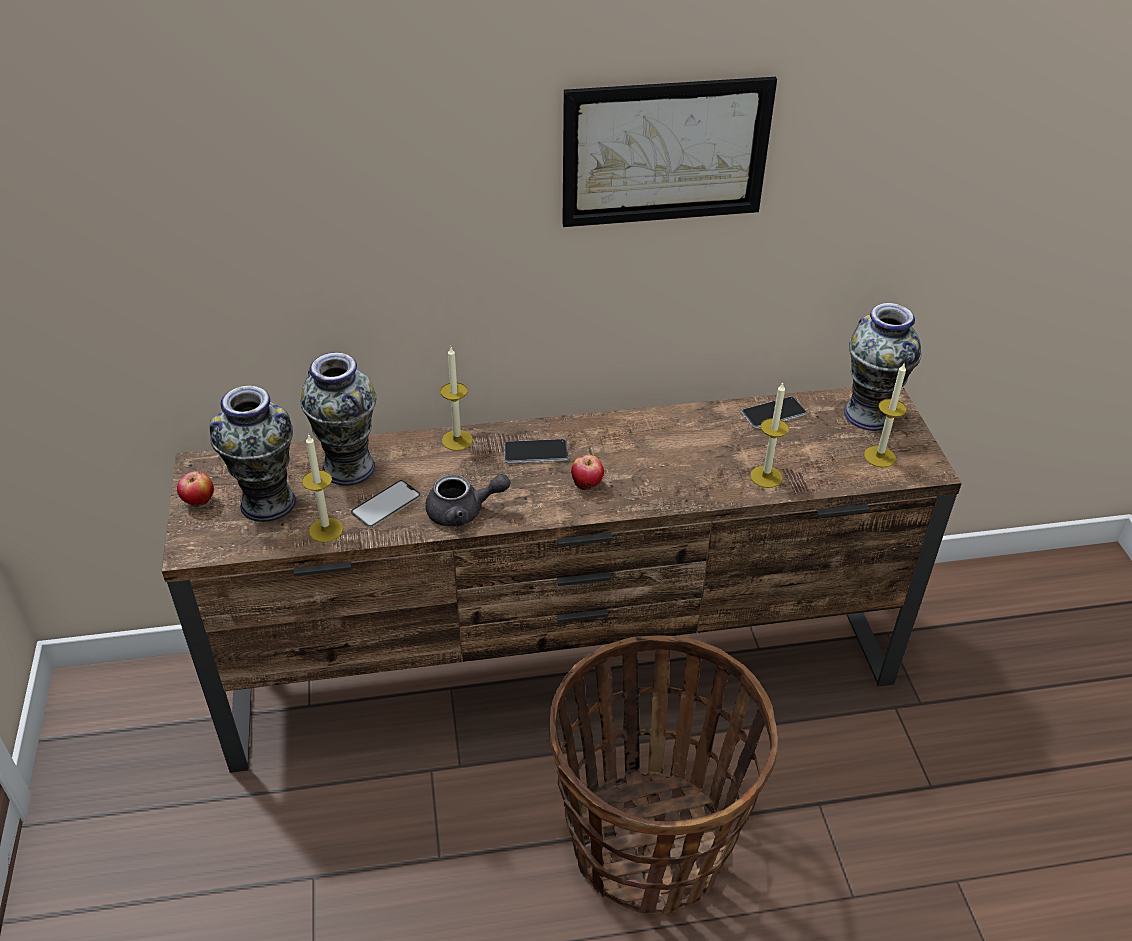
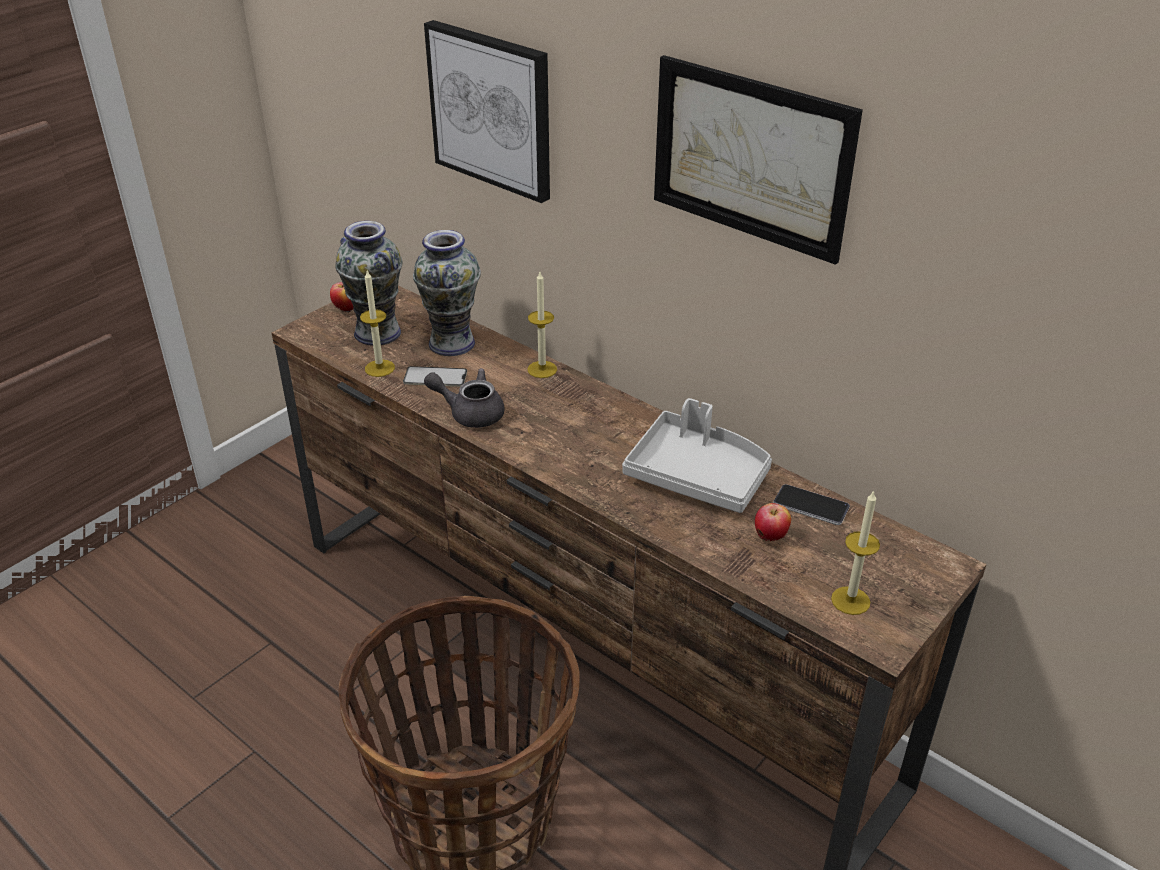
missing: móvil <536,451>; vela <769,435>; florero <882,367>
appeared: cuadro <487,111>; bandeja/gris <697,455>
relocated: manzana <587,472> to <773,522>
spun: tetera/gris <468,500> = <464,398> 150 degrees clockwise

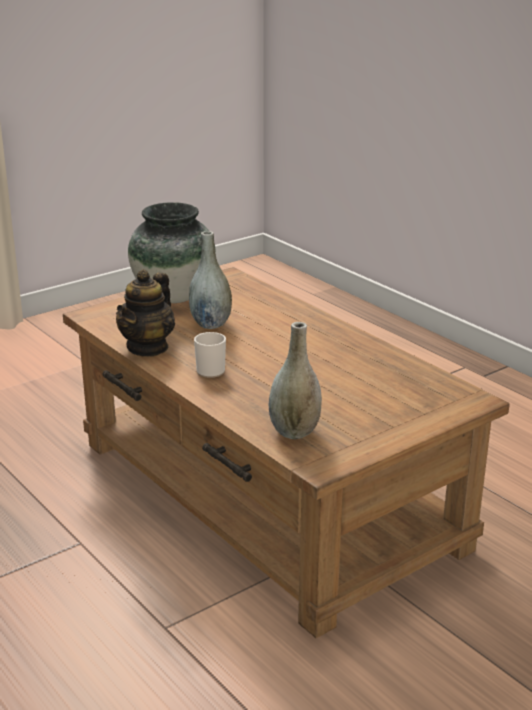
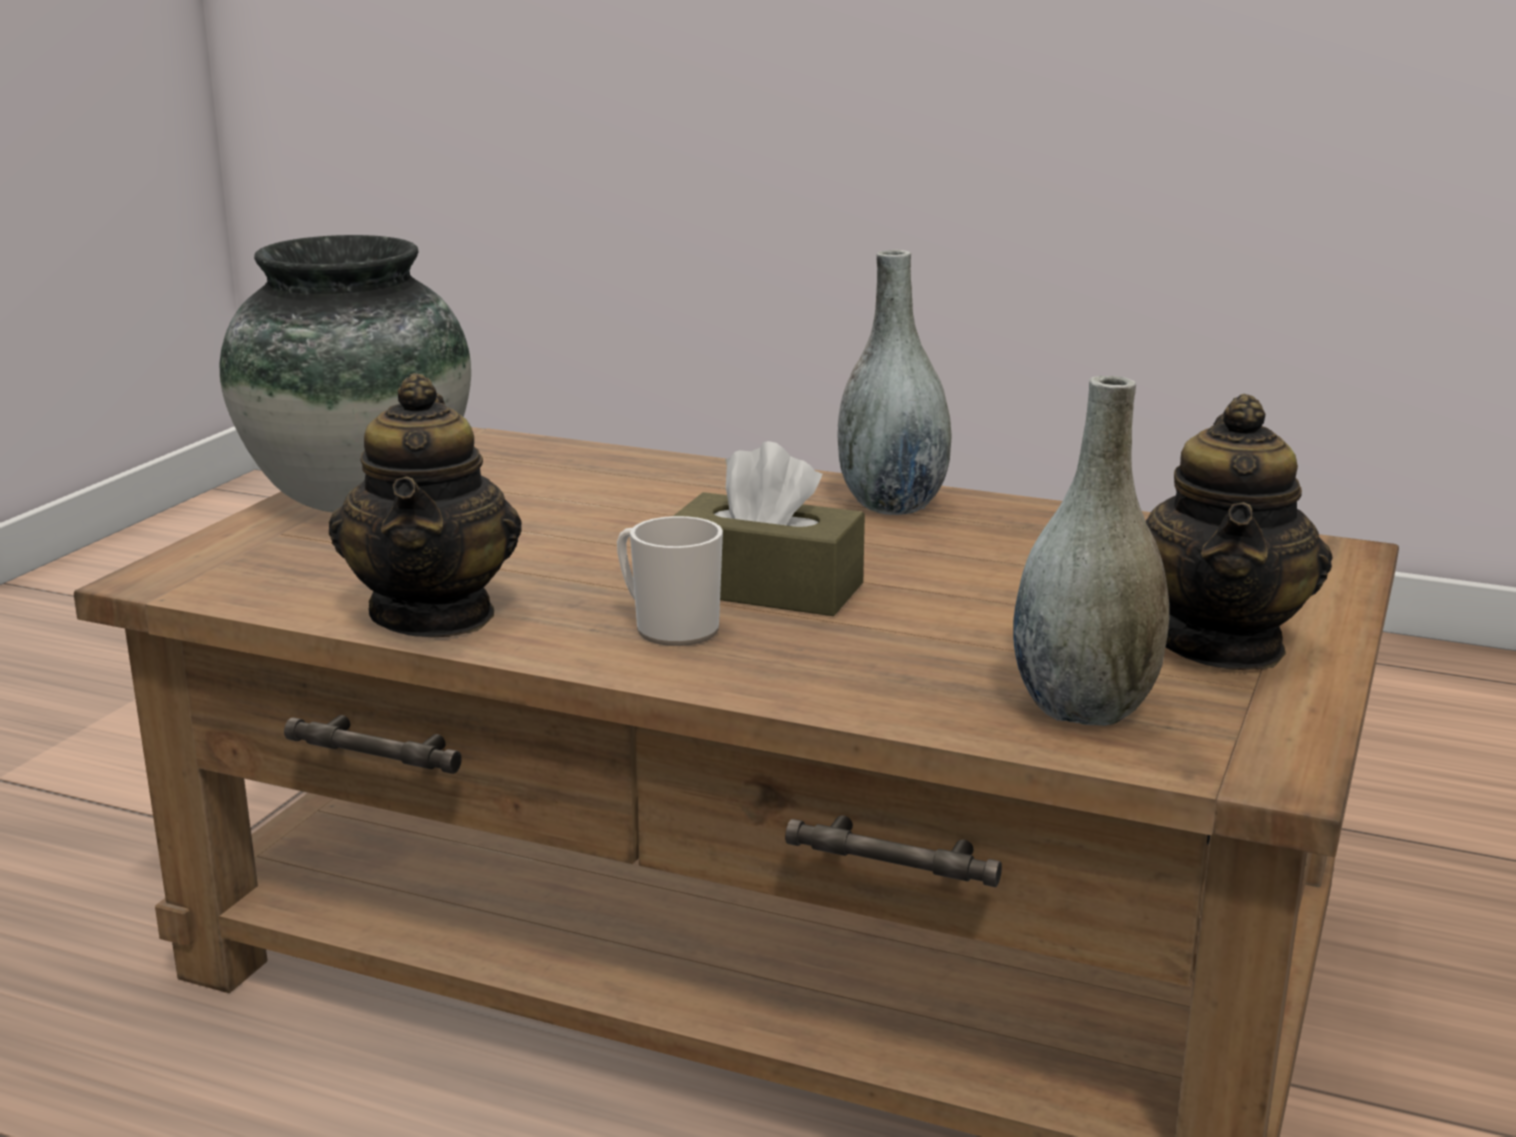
appeared: caja de pañuelos/marrón <769,528>; tetera <1239,532>
relocated: florero/gris <210,280> to <894,382>

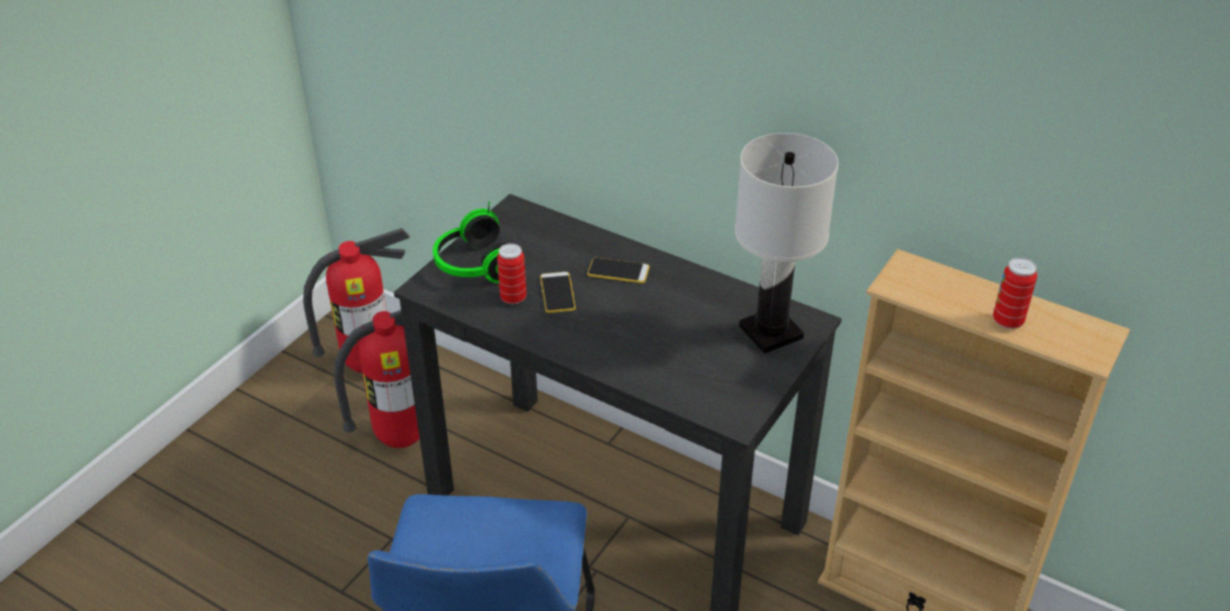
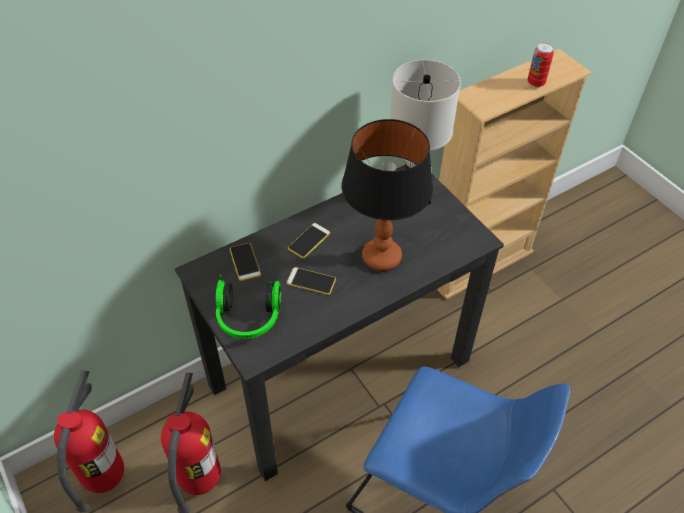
missing: lata <511,273>
appeared: móvil <245,262>; lámpara de mesa <387,195>

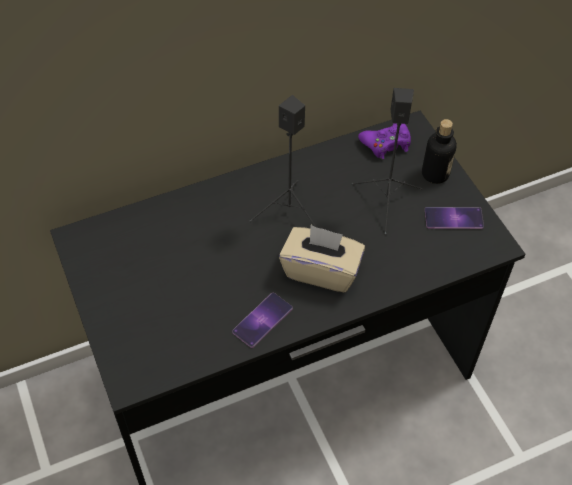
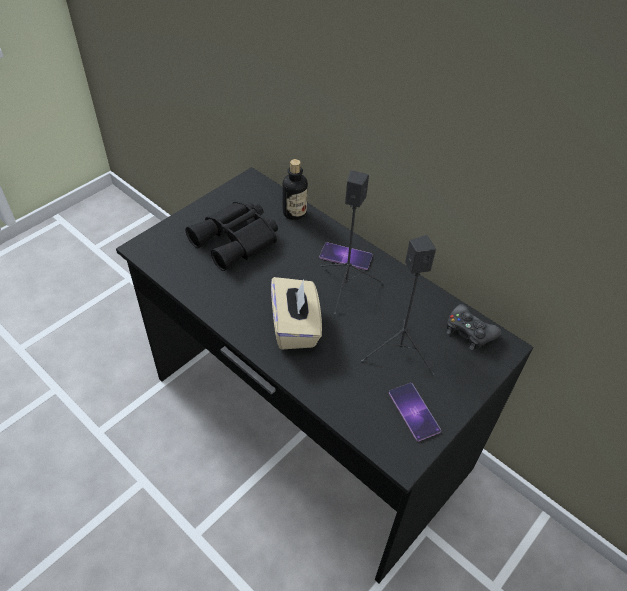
appeared: prismáticos/negro <232,236>
relocated: móvil <262,320> to <346,256>; botella <439,151> to <295,189>
colour: mando de consola/morado <384,141> to mando de consola/negro <474,327>

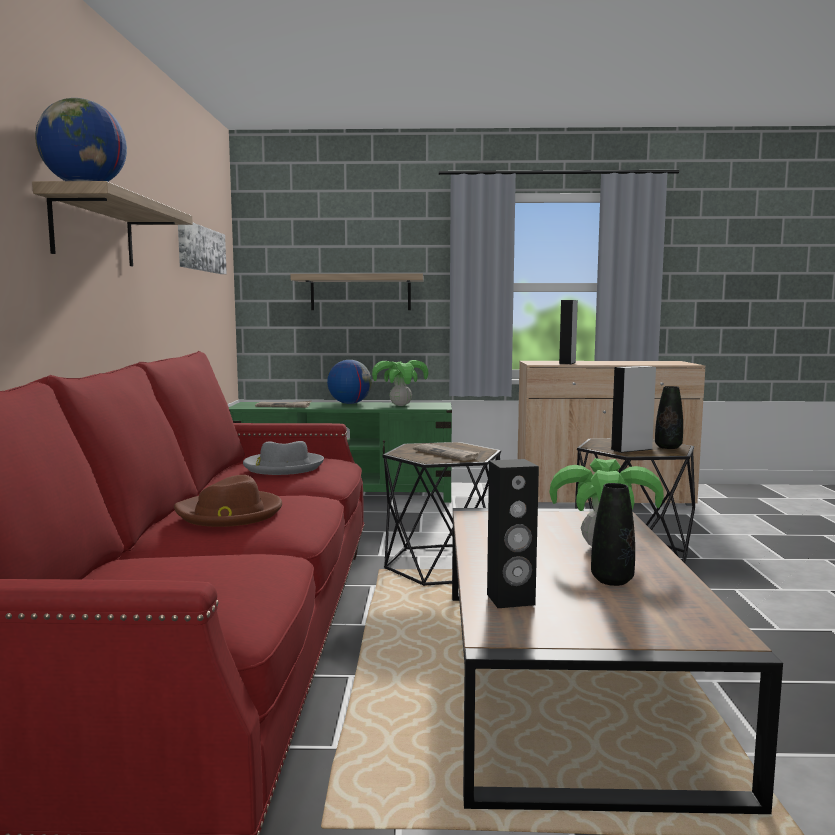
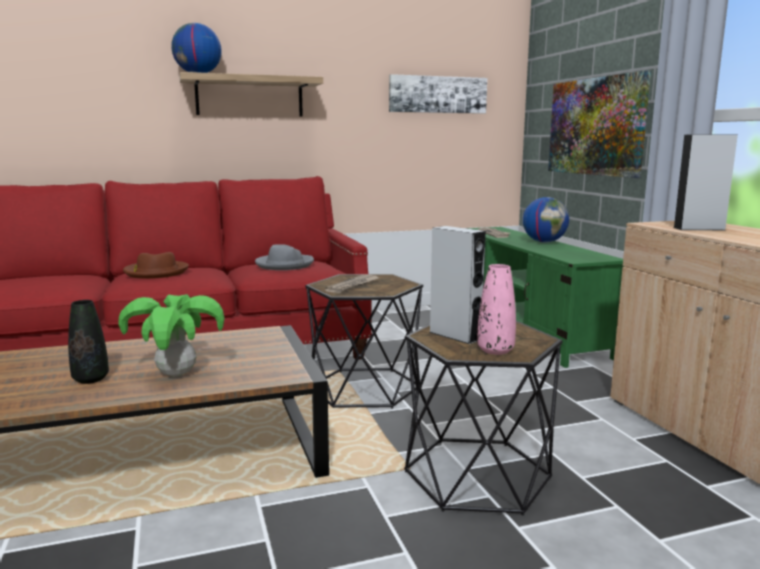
missing: planta en maceta <400,383>; altavoz/negro <513,533>
exchanged: estante <357,292> to cuadro <599,124>
colour: florero/negro <669,417> to florero/rosa <496,309>

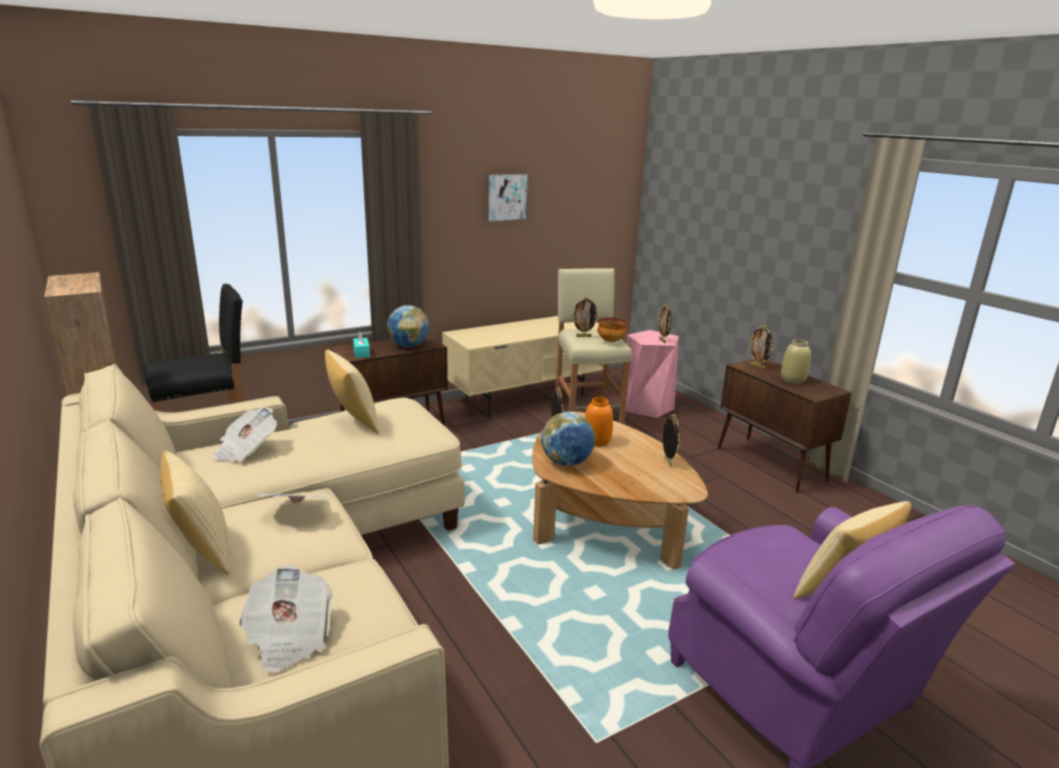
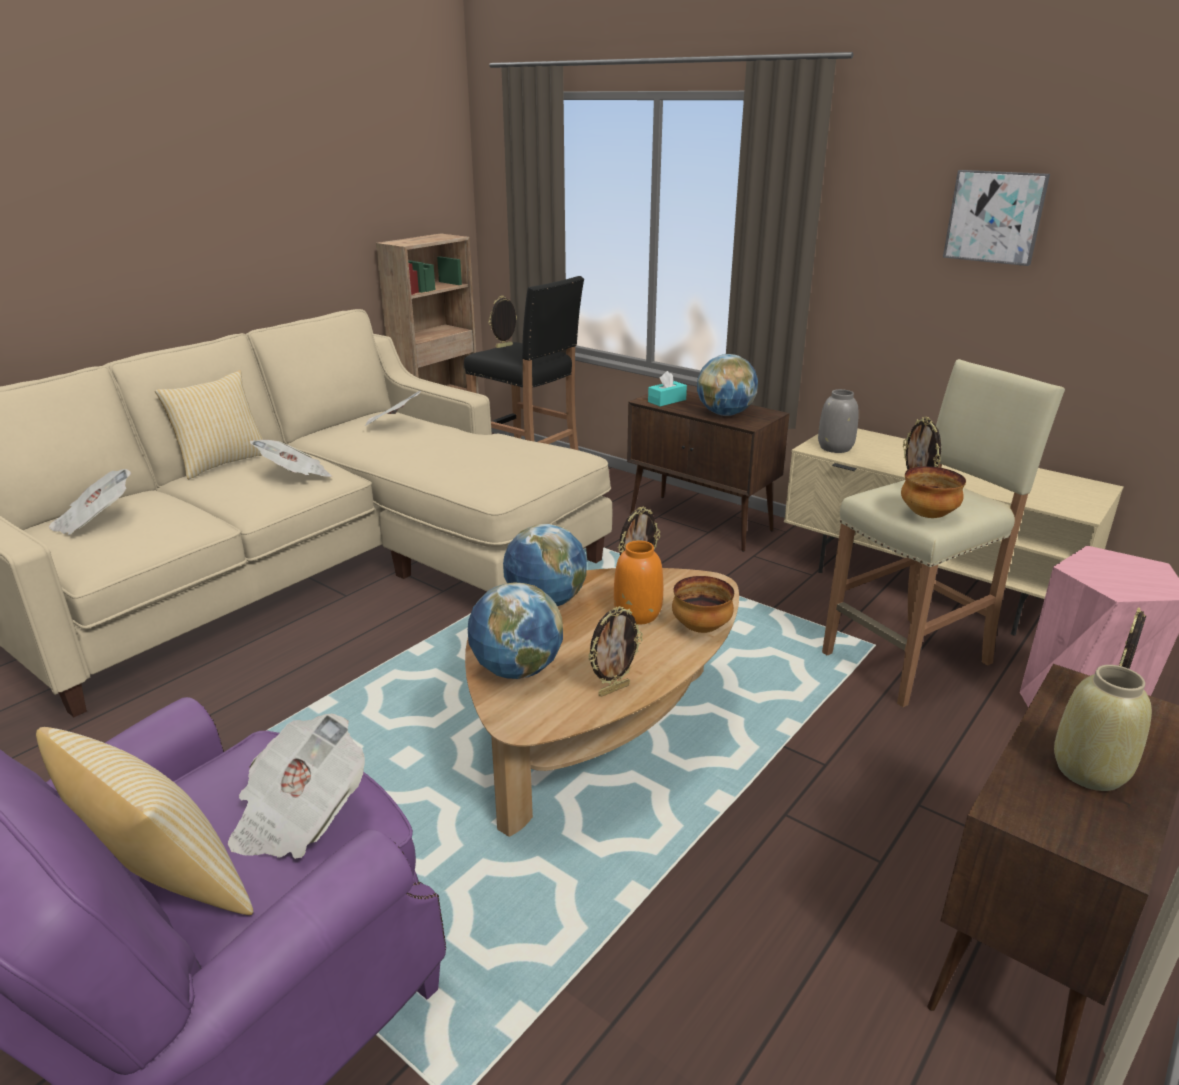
missing: cojín <352,391>
appeared: periódico <296,786>; globo terráqueo <515,631>; cuenco <703,604>; florero/gris <838,421>
relocated: portarretratos <665,323> to <502,322>

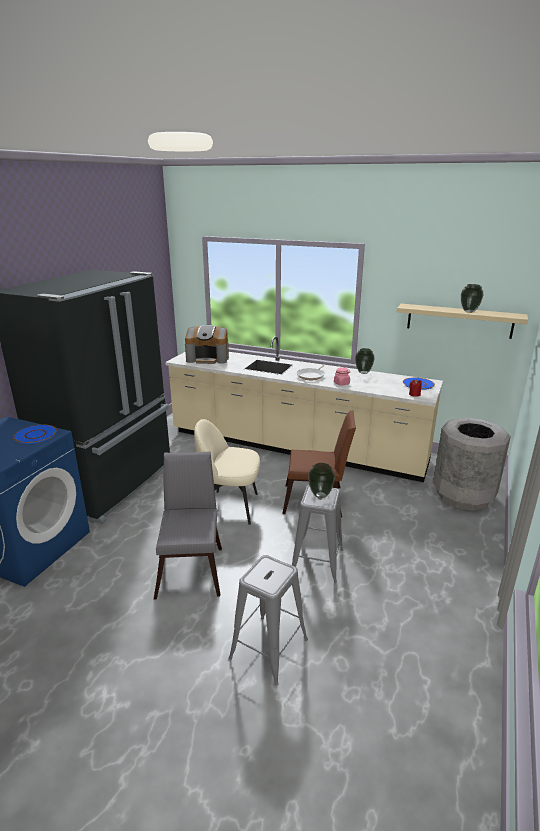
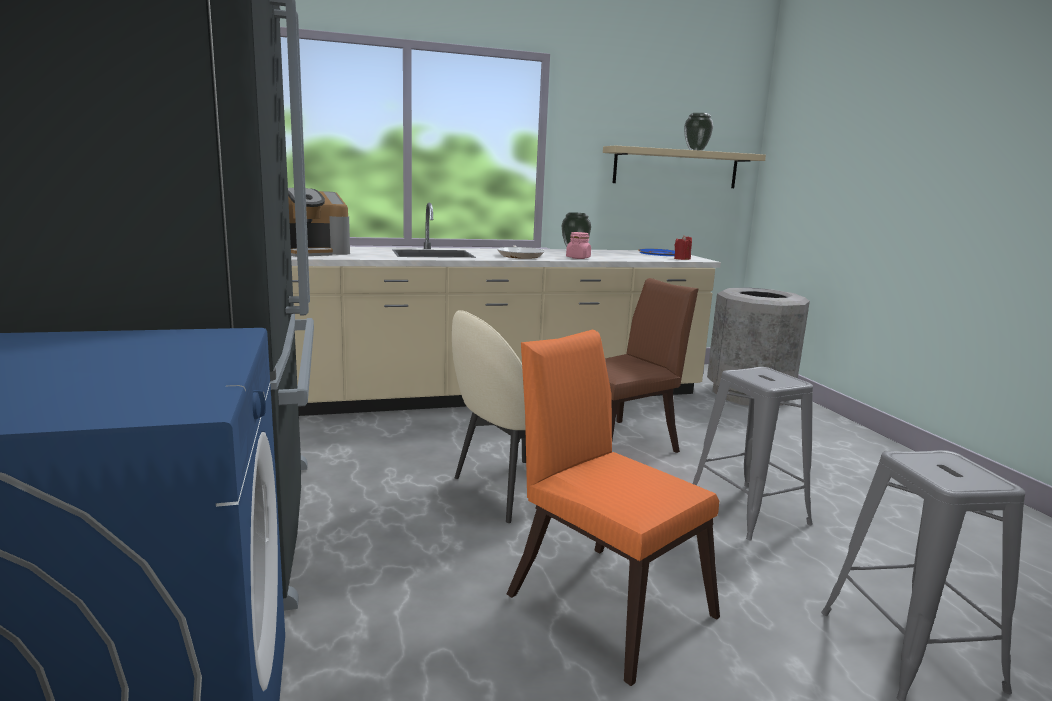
missing: plato/azul <35,434>; florero <321,480>
colour: silla/gris <188,525> to silla/naranja <613,508>

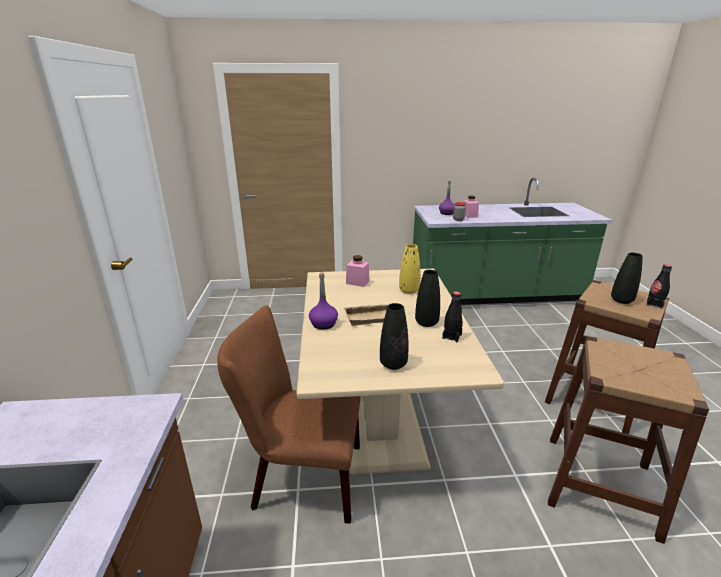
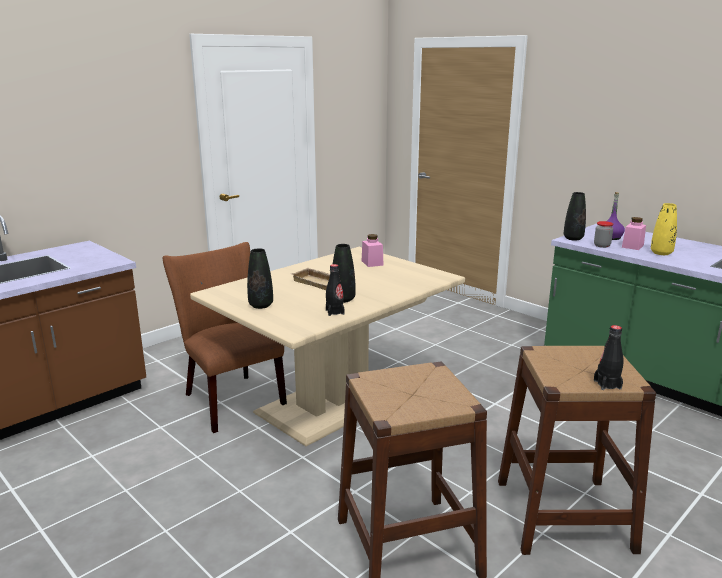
missing: botella/morado <323,301>
relocated: florero/amarillo <409,269> to <664,229>; florero/negro <627,278> to <575,216>

